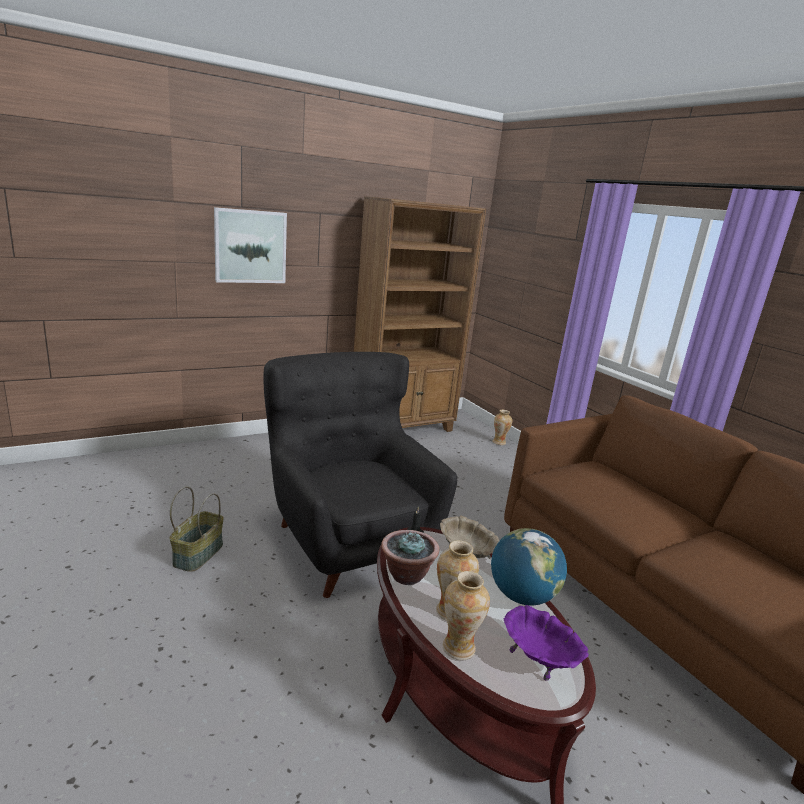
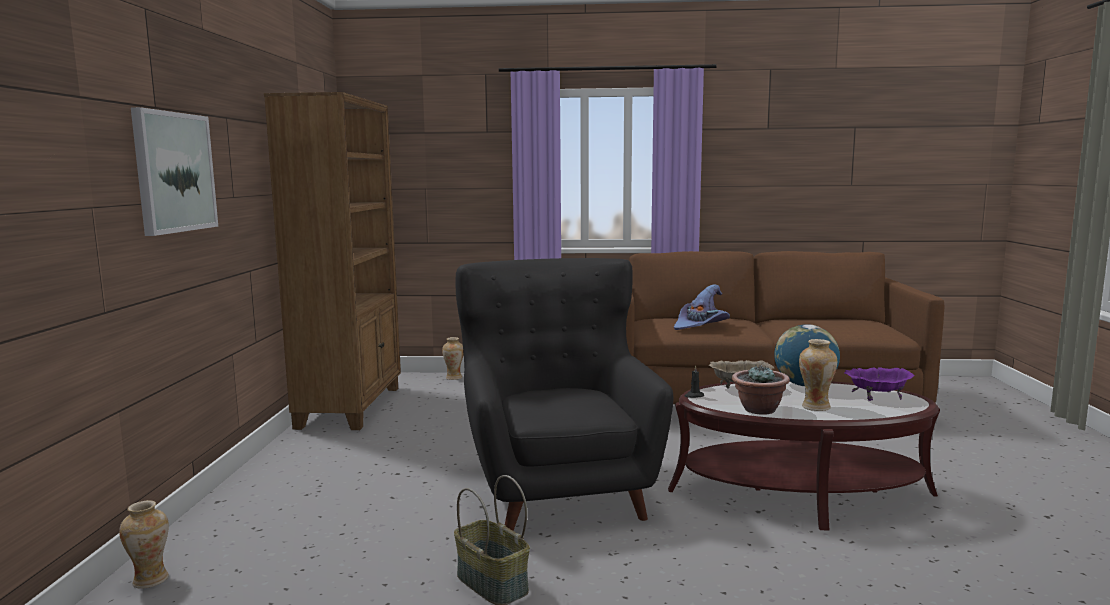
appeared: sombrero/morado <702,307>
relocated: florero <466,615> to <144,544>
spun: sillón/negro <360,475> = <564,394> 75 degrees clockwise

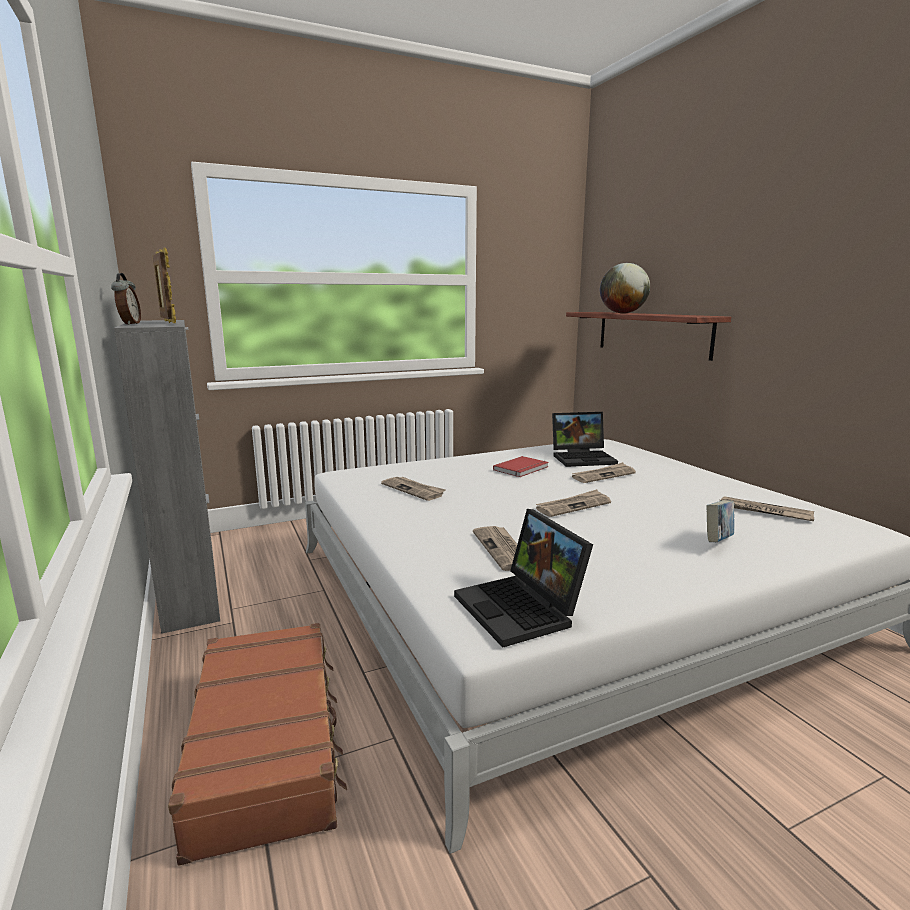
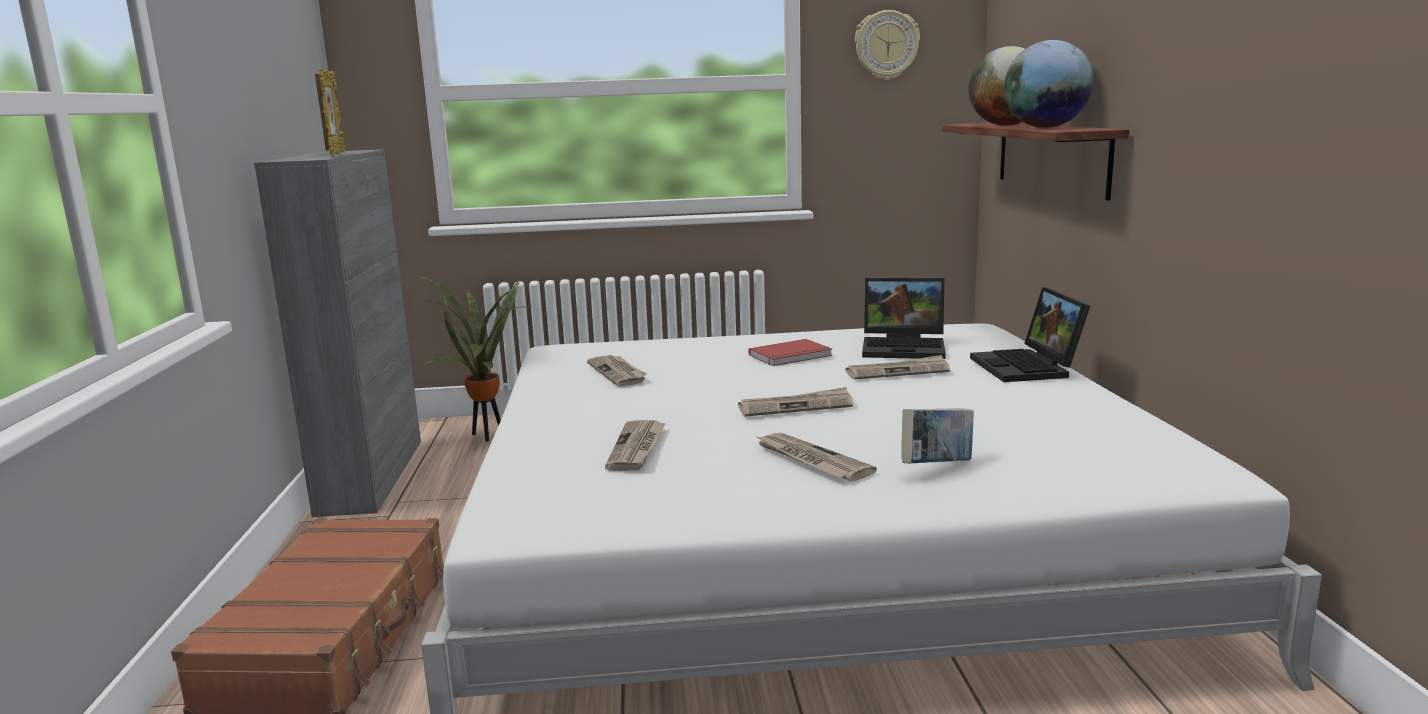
missing: despertador <126,299>
appeared: planta en maceta <470,358>; reloj de pared <887,45>; globo terráqueo <1049,84>
relocated: portátil <523,578> to <1030,334>; periódico <767,508> to <816,457>

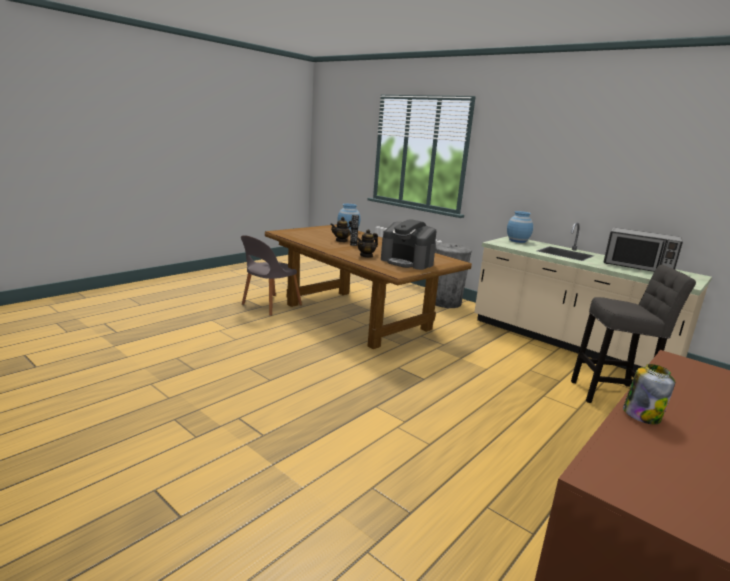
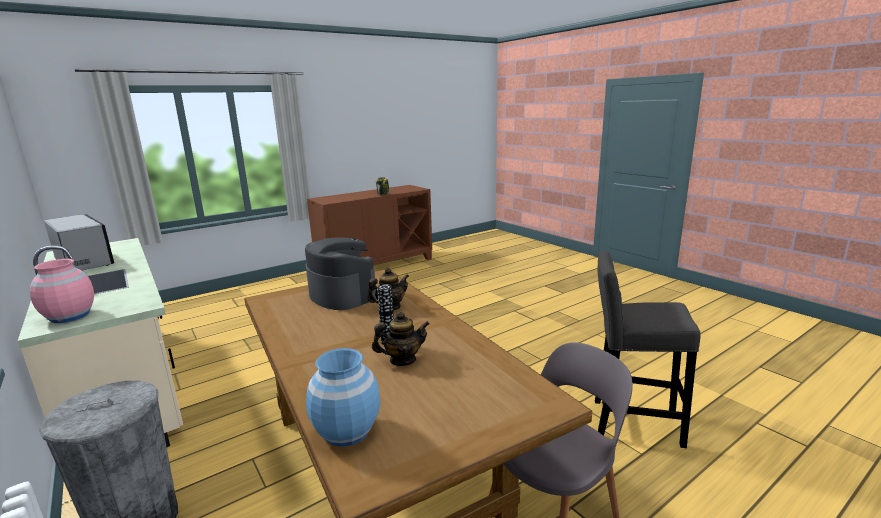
relocated: taburete/gris <633,333> to <648,349>
colour: florero/azul <520,227> to florero/rosa <62,291>

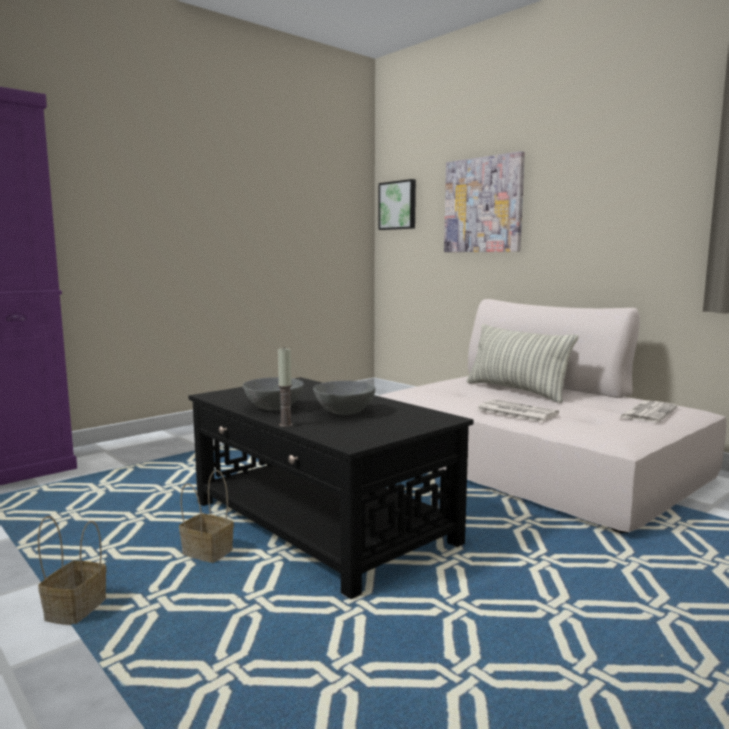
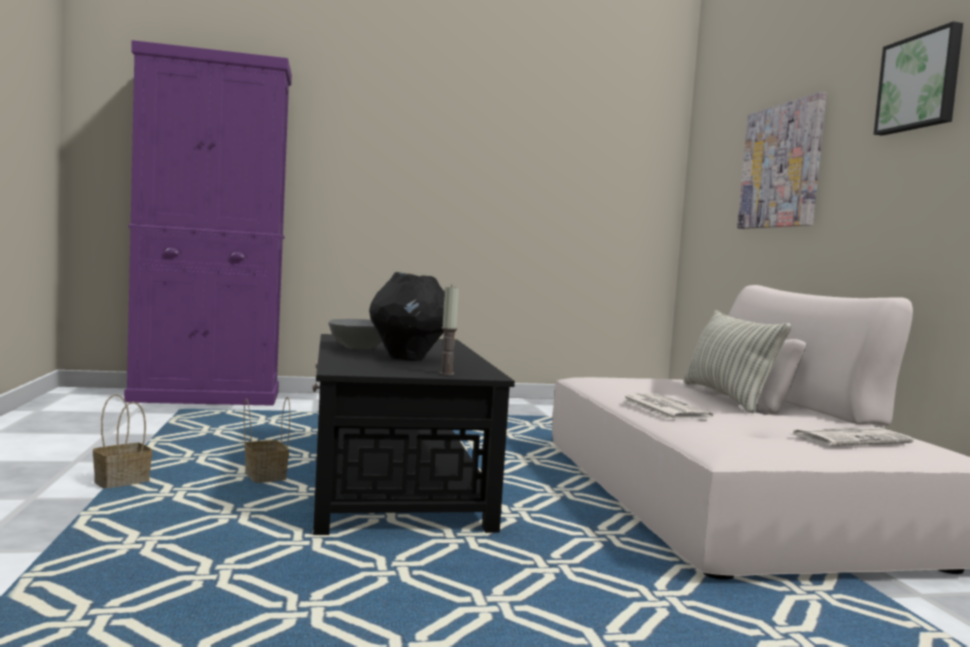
relocated: vela <285,387> to <449,330>; cuadro <397,204> to <918,79>
exchanged: cuenco/gris <344,398> to florero/negro <407,316>

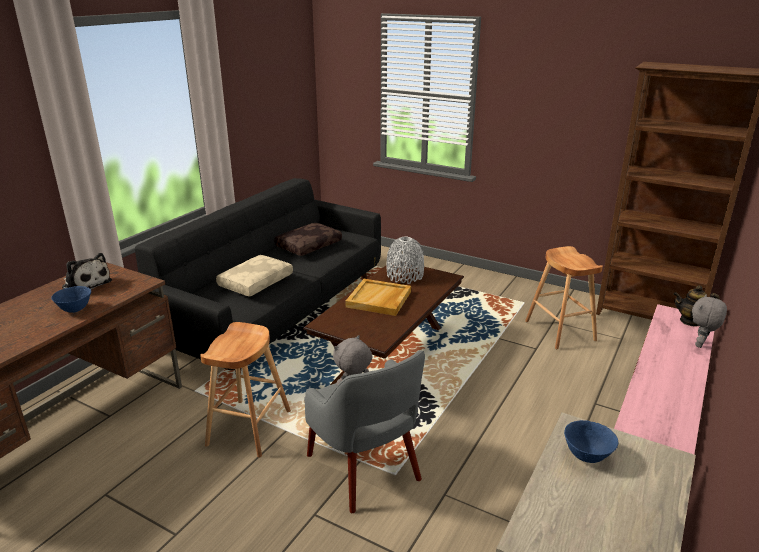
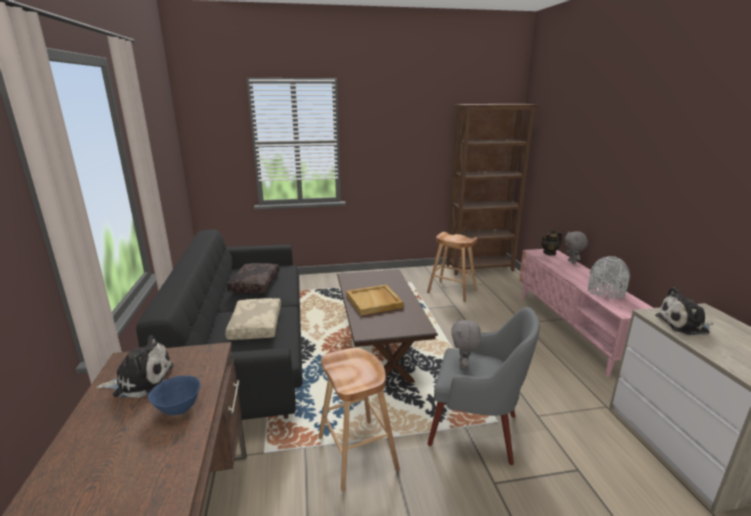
relocated: florero/gris <405,260> to <609,278>
exchanged: cuenco/azul <591,441> to peluche <684,311>

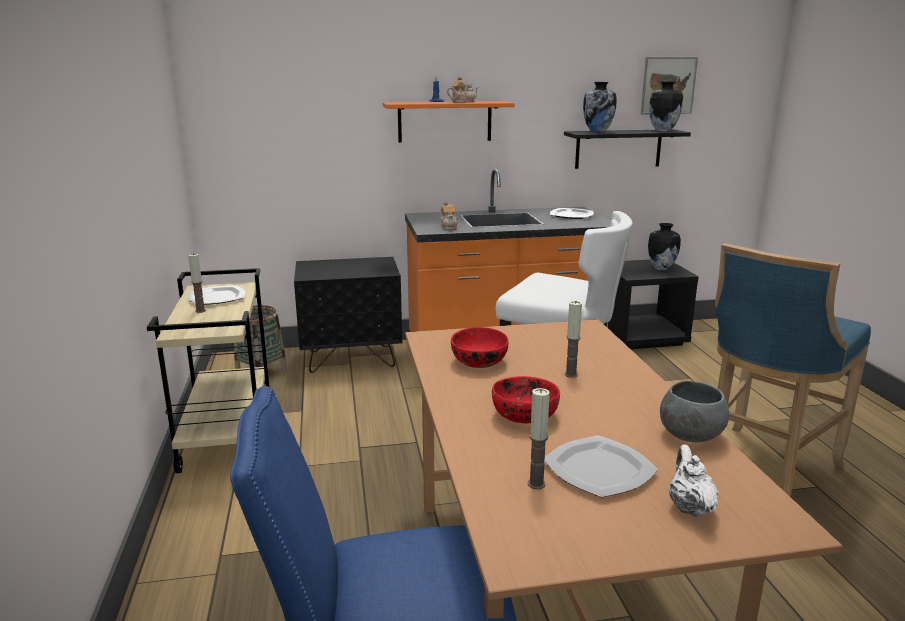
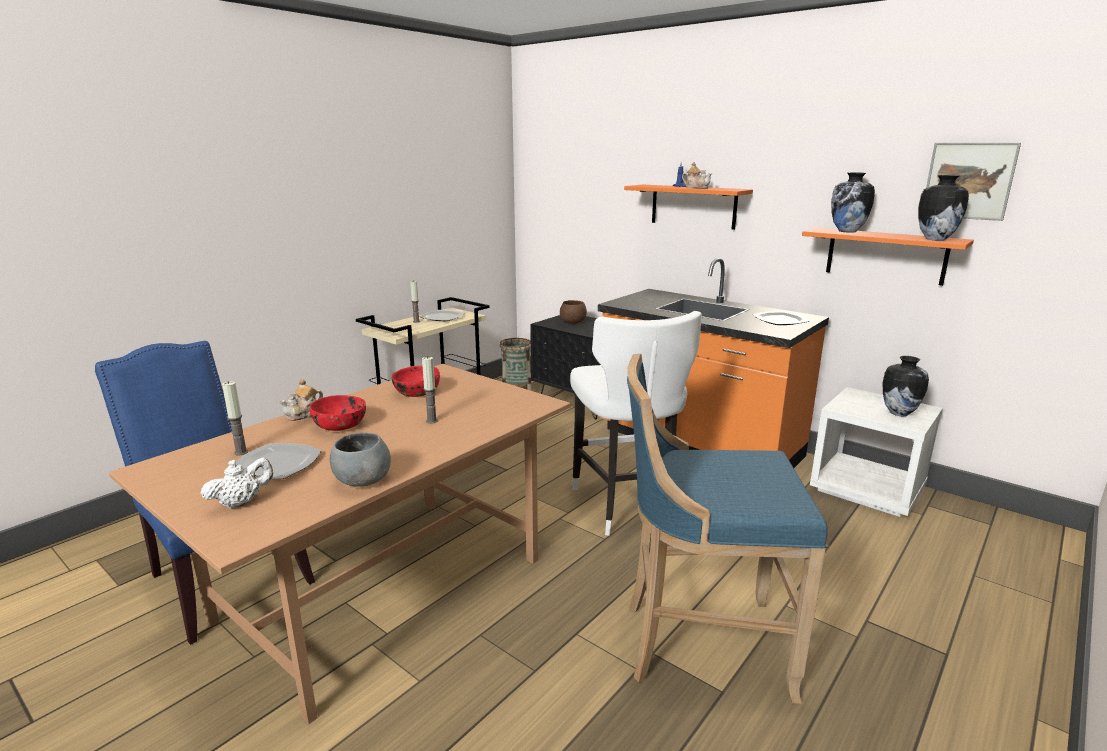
appeared: cuenco/marrón <573,312>
relocated: tetera <449,215> to <301,400>
colour: estante/negro <627,149> to estante/naranja <888,257>; mesita de noche/negro <653,304> to mesita de noche/blanco <876,452>

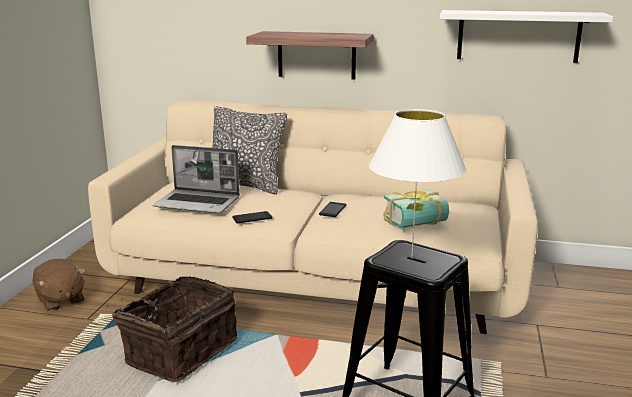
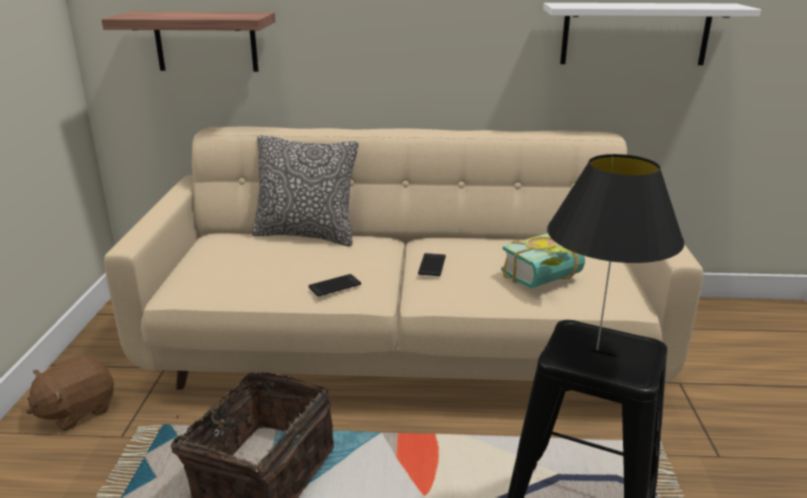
missing: portátil <196,179>
relocated: estante <309,55> to <188,42>
colour: lámpara de mesa/blanco <417,183> to lámpara de mesa/negro <615,252>
spun: peluche/marrón <58,285> = <70,393> 90 degrees clockwise

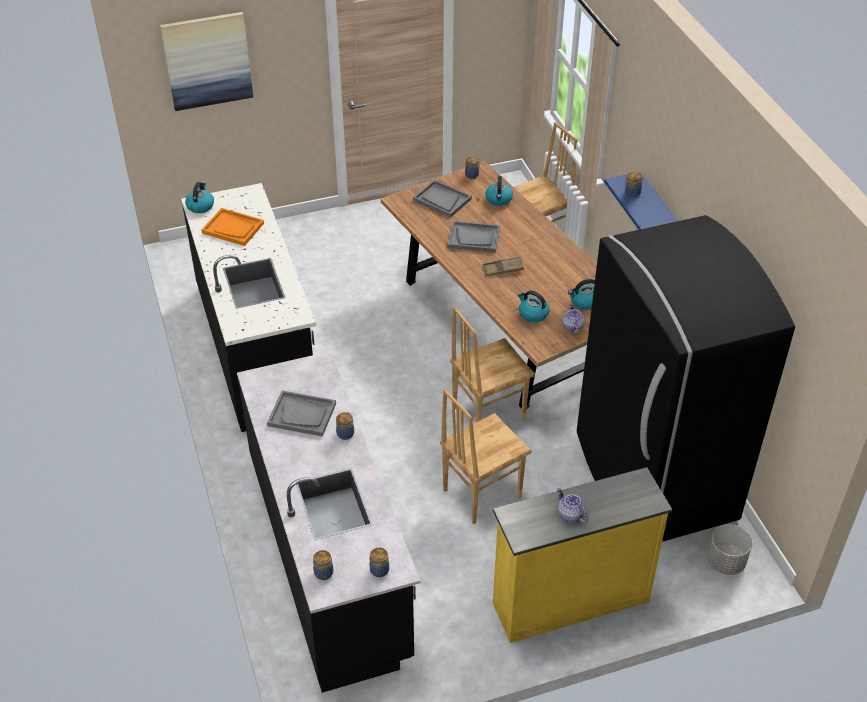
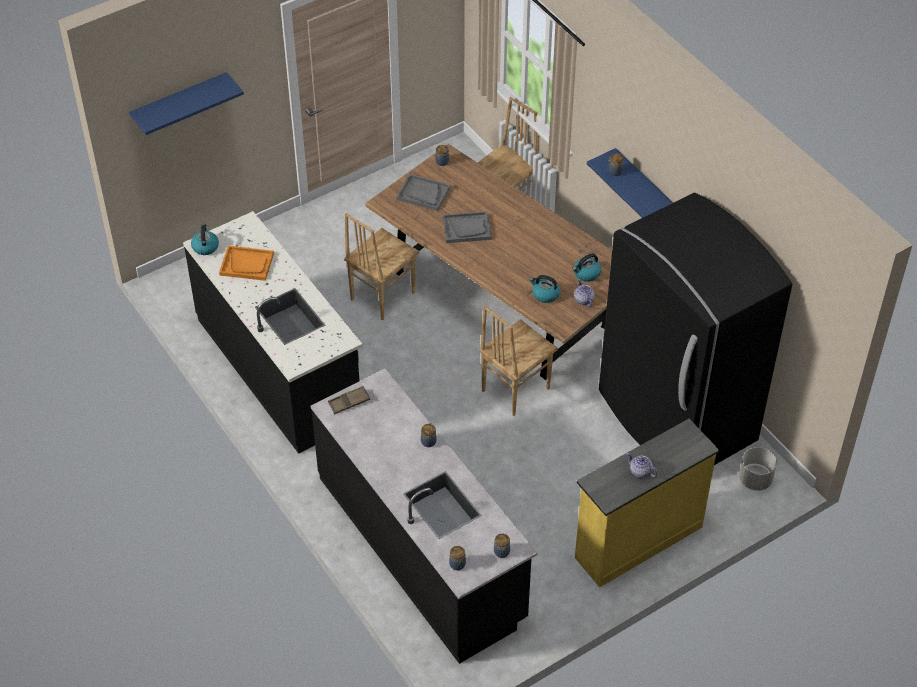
missing: bandeja/gris <301,414>; hervidor <499,191>
relocated: silla/marrón <486,456> to <381,267>; bandeja/marrón <503,266> to <349,400>
exchanged: cuadro <206,61> to estante/azul <186,103>

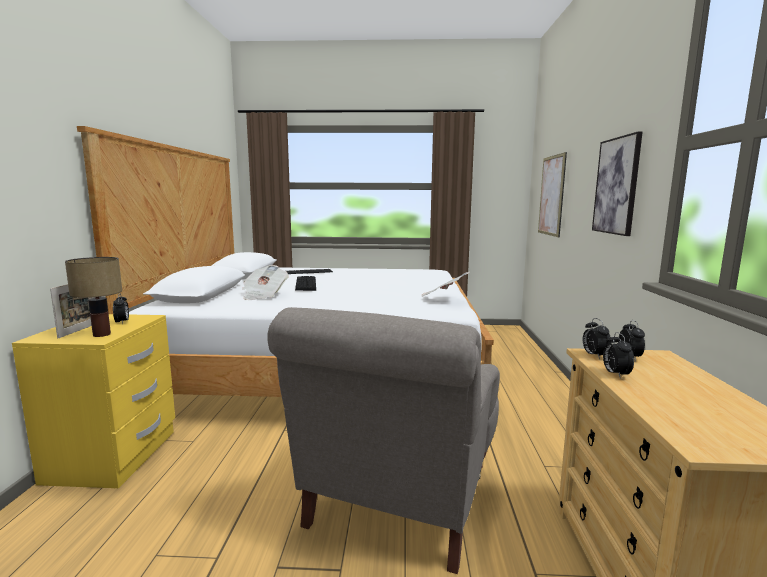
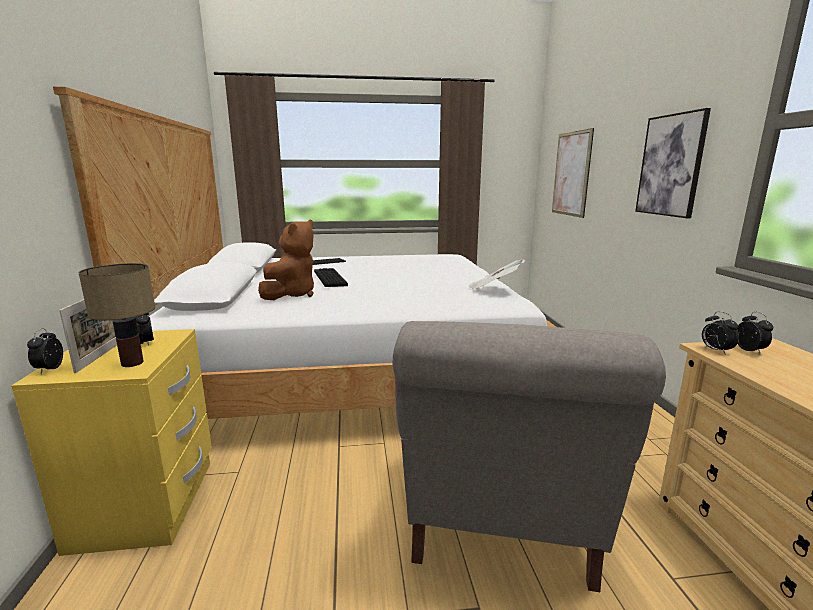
relocated: despertador <618,354> to <45,351>
exchanged: periódico <265,282> to peluche/marrón <286,260>

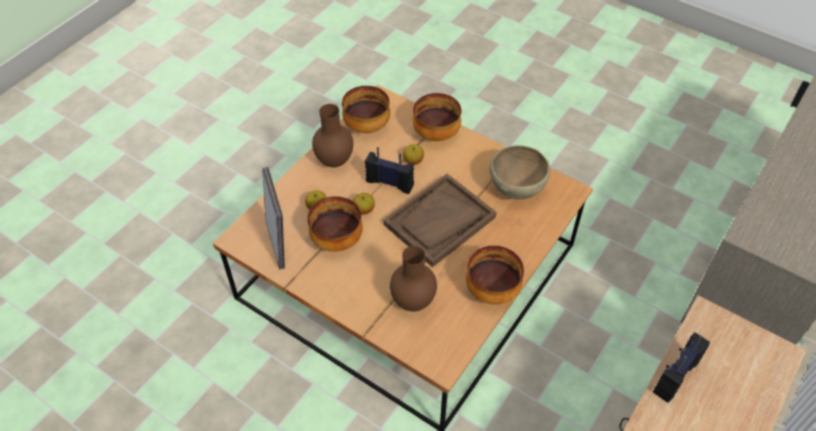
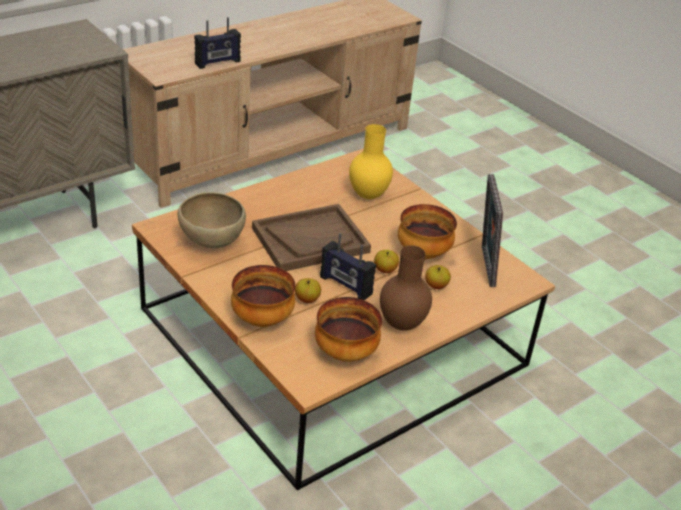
missing: cuenco <495,275>
colour: florero/marrón <413,279> to florero/amarillo <371,161>

